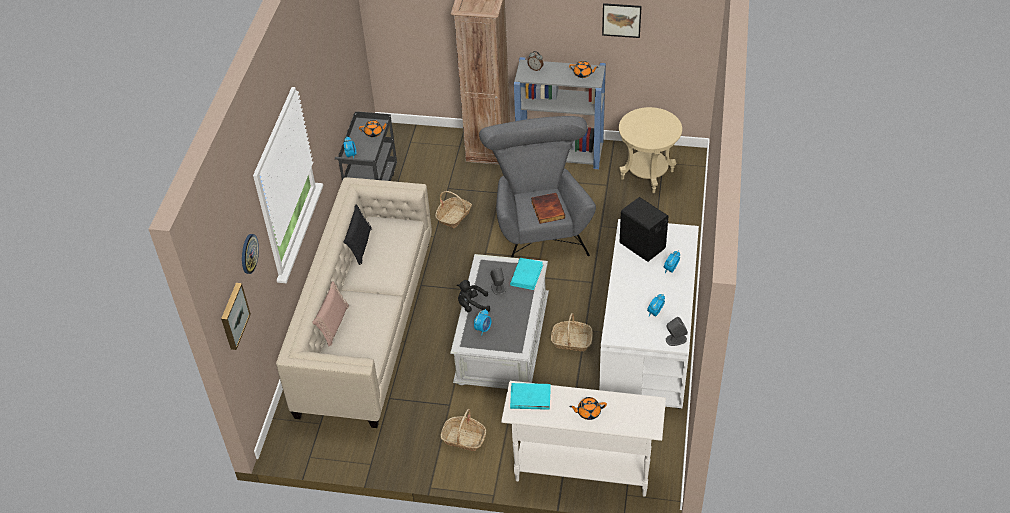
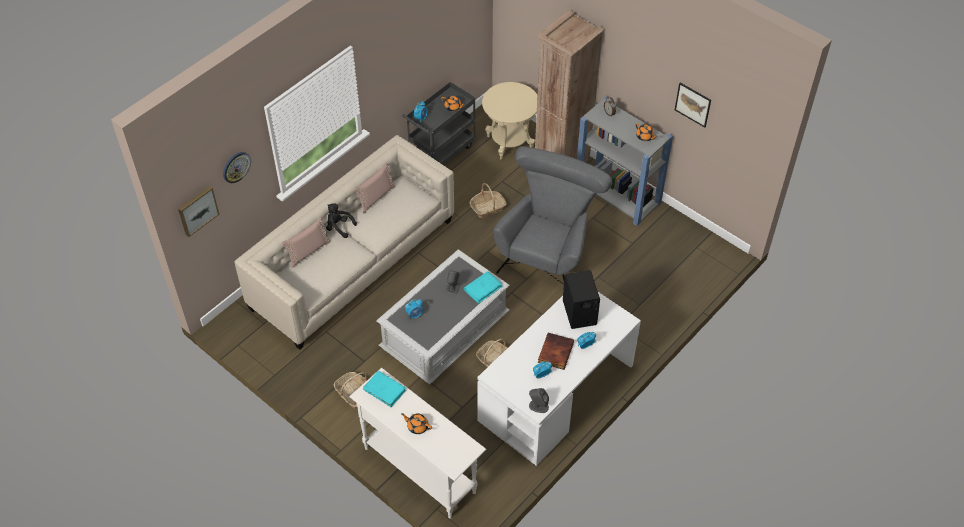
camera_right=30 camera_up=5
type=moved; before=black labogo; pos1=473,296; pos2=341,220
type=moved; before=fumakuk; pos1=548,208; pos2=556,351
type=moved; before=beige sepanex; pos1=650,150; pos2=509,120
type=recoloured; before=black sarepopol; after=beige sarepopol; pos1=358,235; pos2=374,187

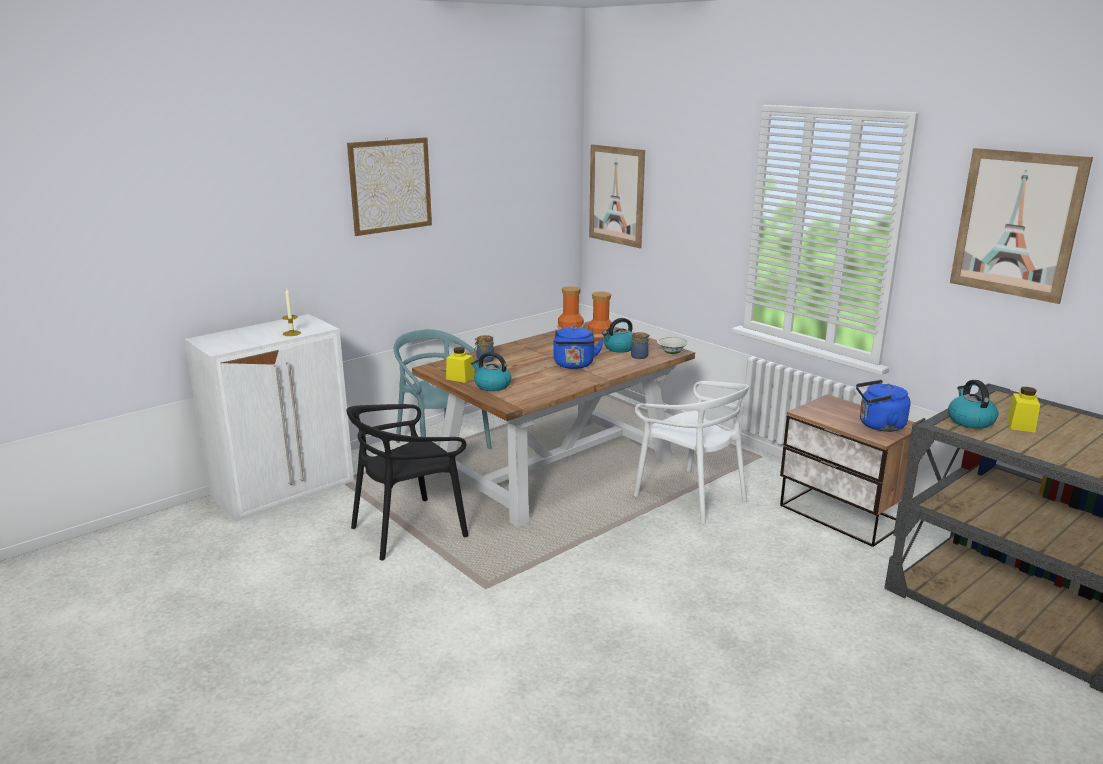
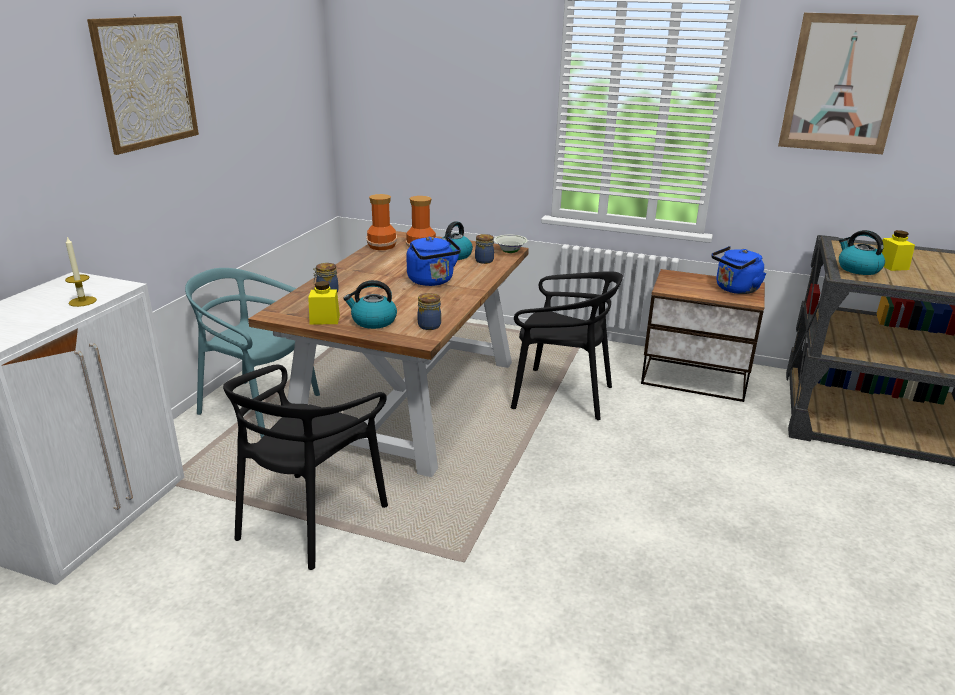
camera_right=-30 camera_up=5
type=removed; before=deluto; pos1=617,196
type=added; after=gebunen; pos2=429,311
type=recoloured; before=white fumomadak; after=black fumomadak; pos1=691,452; pos2=567,345

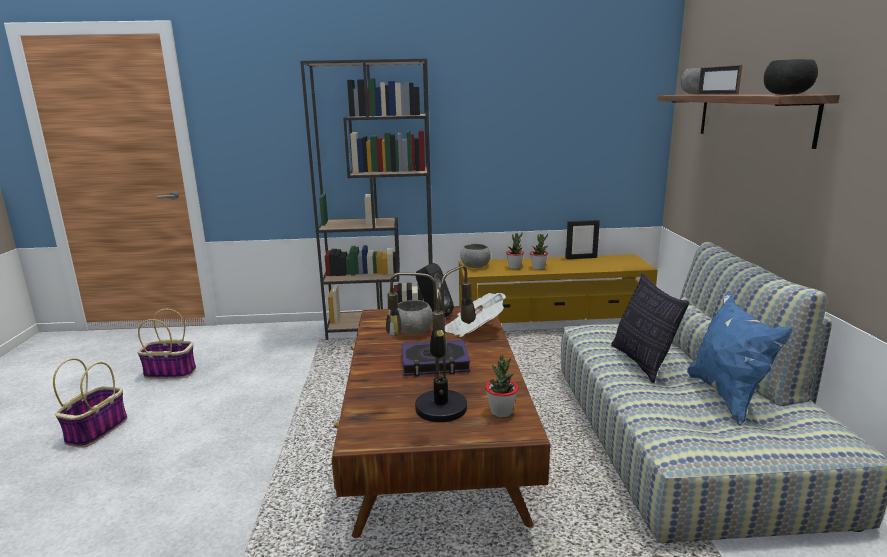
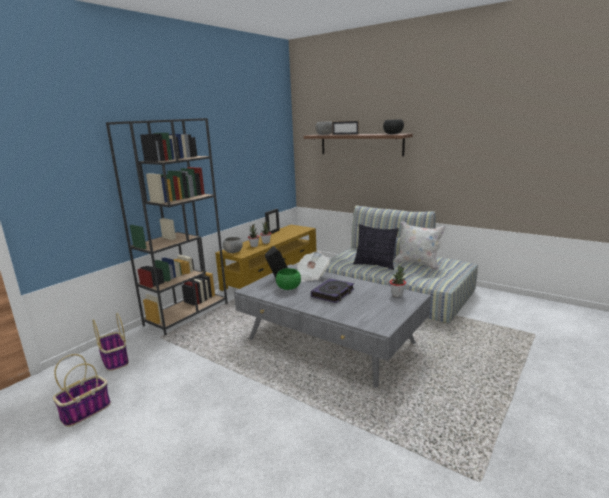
camera_right=-50 camera_up=0
type=removed; before=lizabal; pos1=431,343
type=moved; before=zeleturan; pos1=90,402; pos2=110,342
type=recoloured; before=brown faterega; after=grey faterega; pos1=441,422; pos2=332,326
type=recoloured; before=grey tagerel; after=green tagerel; pos1=415,317; pos2=288,279
type=recoloured; before=blue sarepopol; after=white sarepopol; pos1=740,358; pos2=420,246

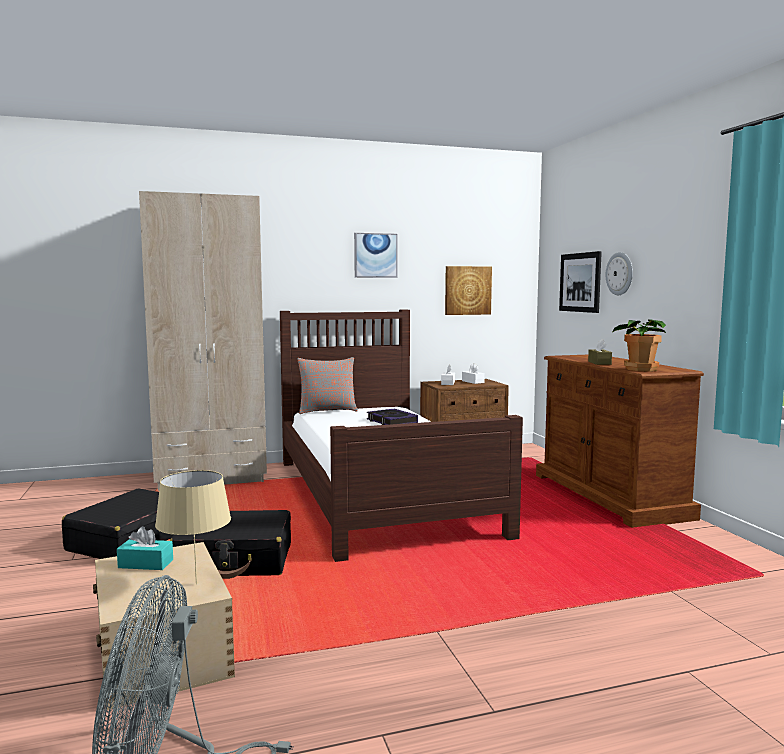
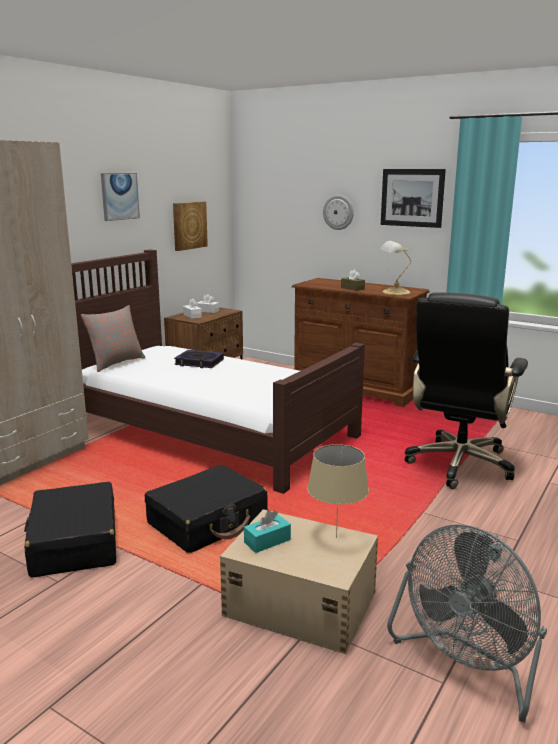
camera_right=-40 camera_up=10
type=added; after=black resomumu; pos2=466,391
type=moved; before=deluto; pos1=580,282; pos2=413,198
type=replaced; before=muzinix; after=lizabal; pos1=639,345; pos2=395,268

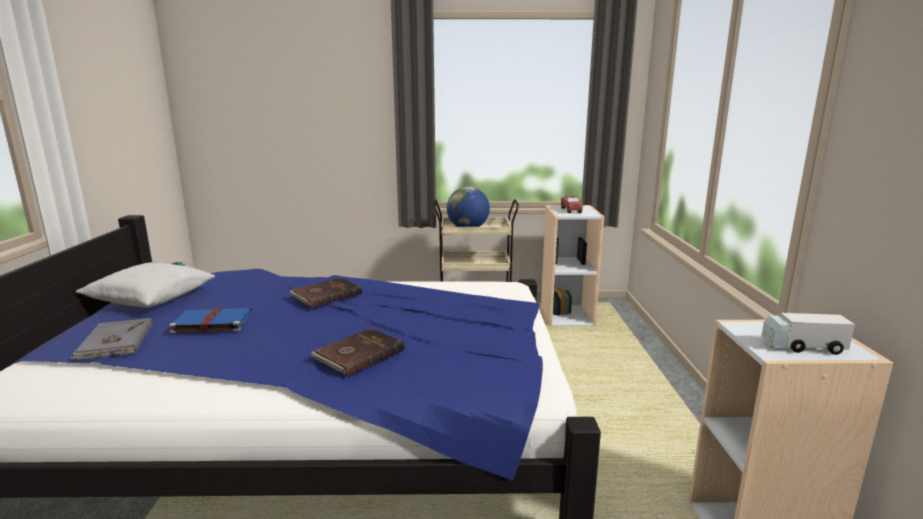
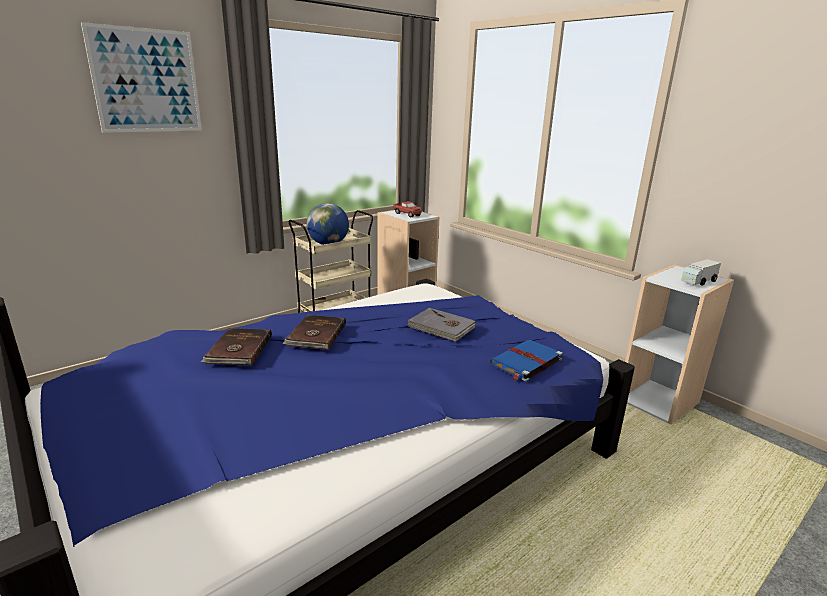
camera_right=-40 camera_up=5
type=removed; before=grey sarepopol; pos1=145,285
type=added; after=deluto; pos2=141,77
type=moved; before=grey fumakuk; pos1=111,339; pos2=441,325
type=moved; before=blue fumakuk; pos1=210,320; pos2=526,361
type=moved; before=brown fumakuk; pos1=357,352; pos2=236,347

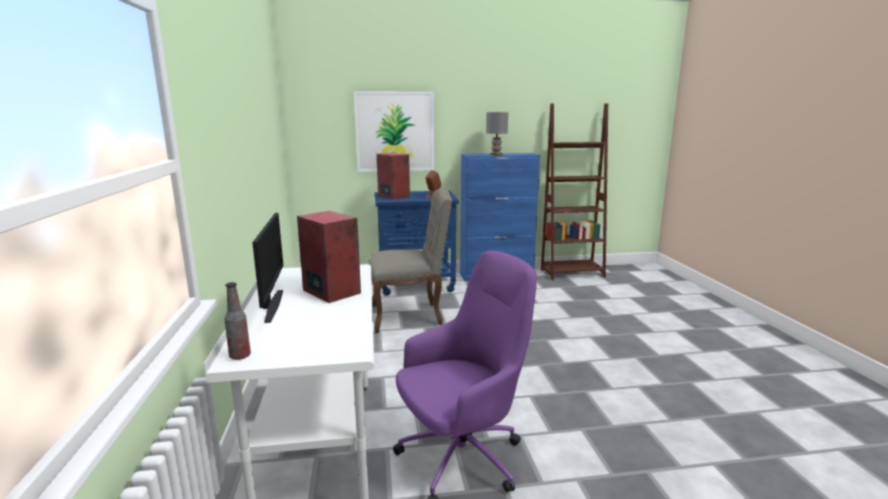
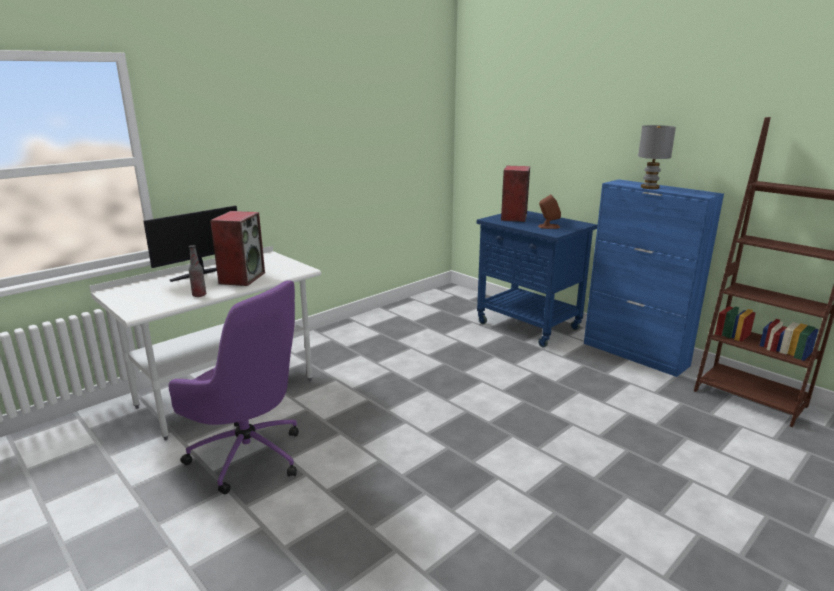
camera_right=55 camera_up=5
type=removed; before=deluto; pos1=394,131
type=removed; before=grey fumomadak; pos1=410,260
type=moved; before=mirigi; pos1=237,321; pos2=197,271

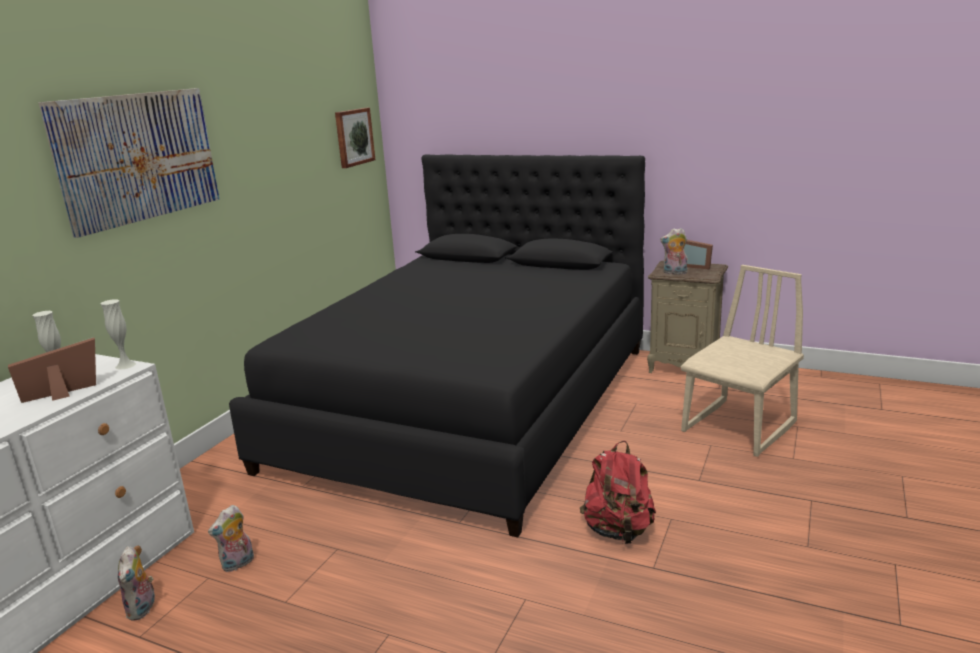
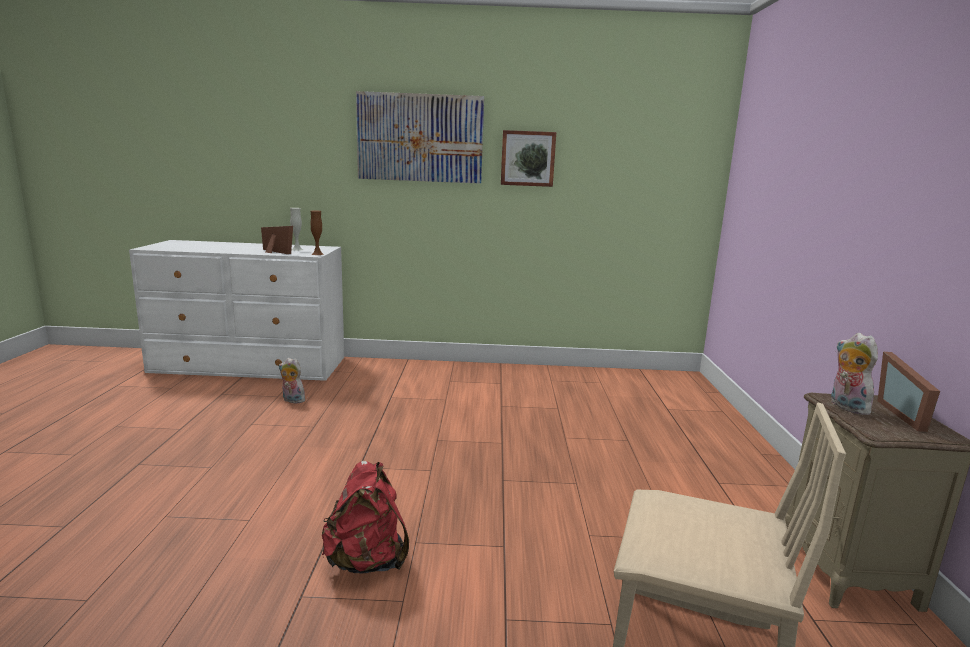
camera_right=65 camera_up=-5
type=removed; before=labogo; pos1=136,583
type=removed; before=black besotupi; pos1=437,345
type=moved; before=deluto; pos1=355,138; pos2=528,158
type=recoloured; before=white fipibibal; after=brown fipibibal; pos1=118,334; pos2=317,233

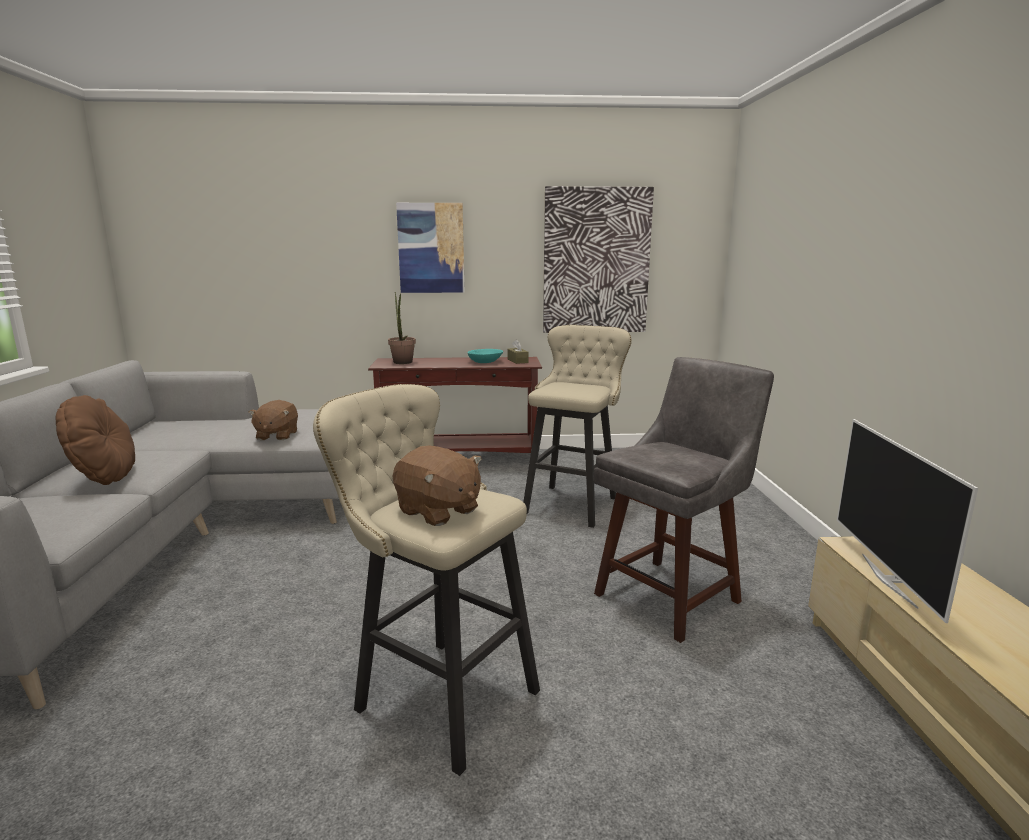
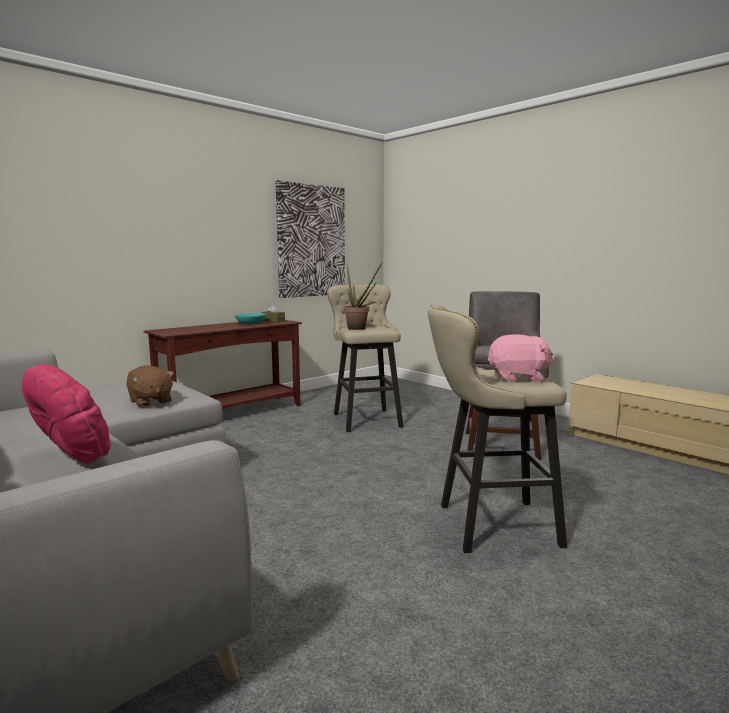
camera_right=-40 camera_up=-5
type=removed; before=deluto; pos1=430,248
type=removed; before=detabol; pos1=907,521
type=moved; before=muzinix; pos1=402,328; pos2=363,296
type=recoloured; before=brown sarepopol; after=pink sarepopol; pos1=95,440; pos2=66,413
type=recoloured; before=brown labogo; after=pink labogo; pos1=437,486; pos2=521,358

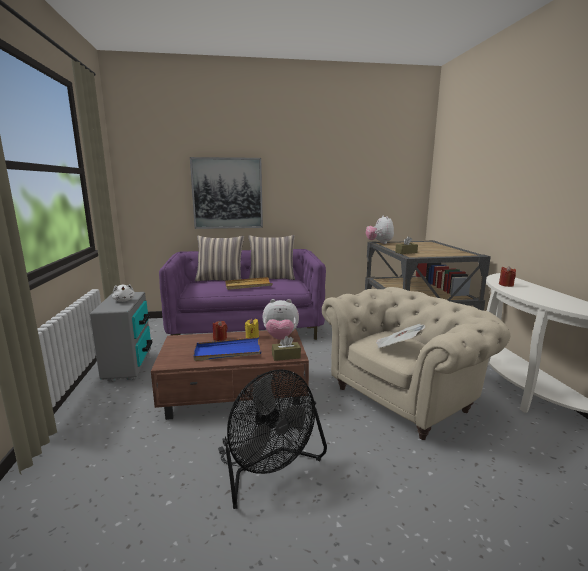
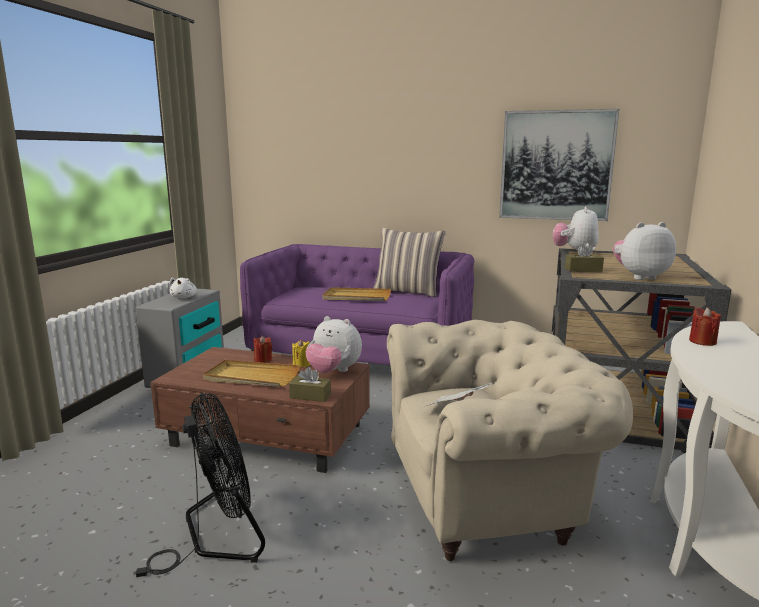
camera_right=25 camera_up=0
type=removed; before=sarepopol; pos1=219,258
type=added; after=labogo; pos2=644,251
type=moved; before=deluto; pos1=226,193; pos2=559,165
type=recoloured; before=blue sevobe; after=beige sevobe; pos1=227,349; pos2=251,373
type=turned; before=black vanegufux; pos1=272,439; pos2=199,485; turn=-105

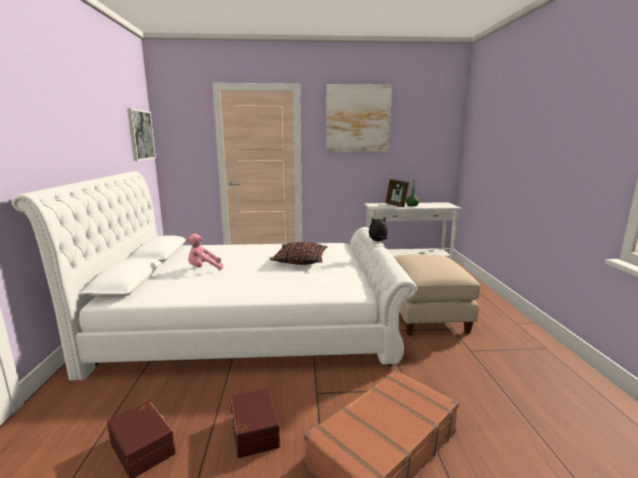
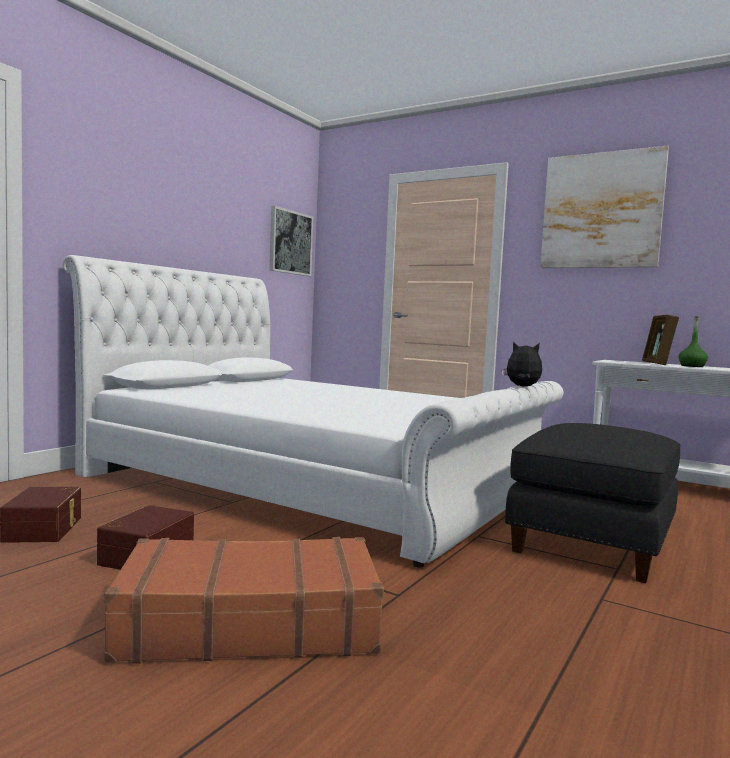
camera_right=35 camera_up=-10
type=removed; before=pink labogo; pos1=204,252
type=removed; before=black sarepopol; pos1=298,253
type=recoloured; before=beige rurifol; after=black rurifol; pos1=436,294; pos2=593,503

